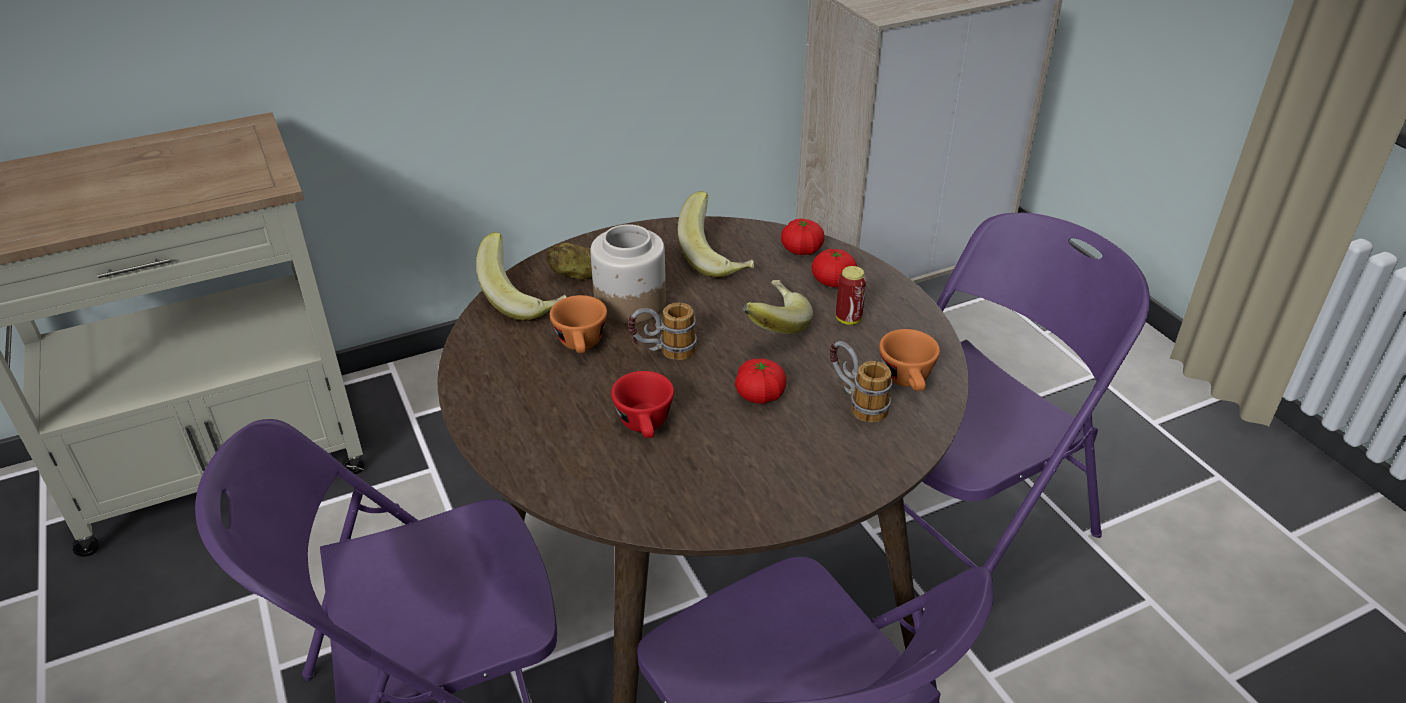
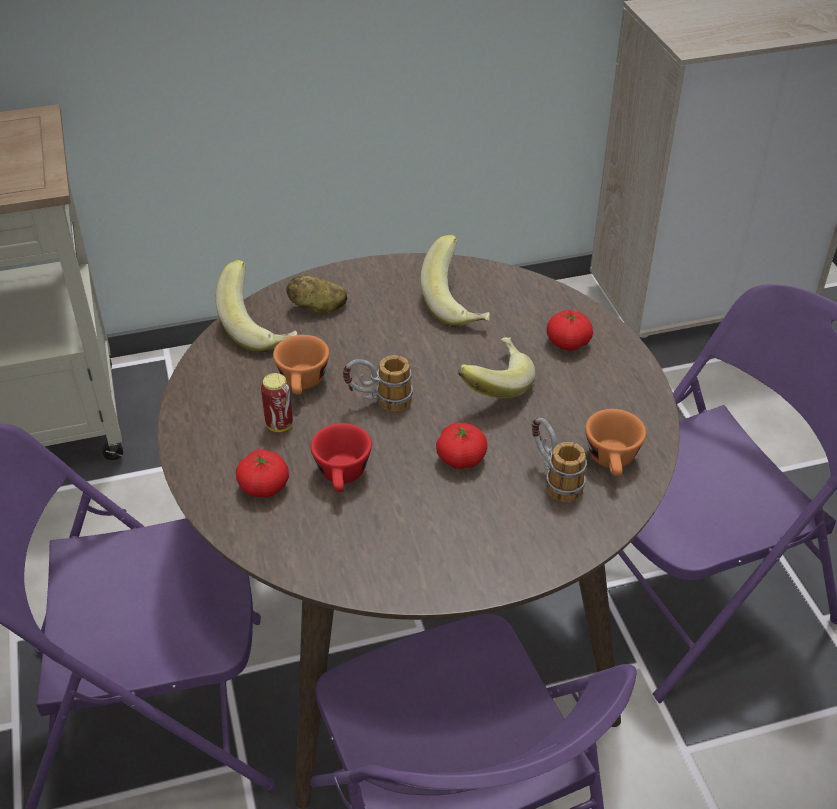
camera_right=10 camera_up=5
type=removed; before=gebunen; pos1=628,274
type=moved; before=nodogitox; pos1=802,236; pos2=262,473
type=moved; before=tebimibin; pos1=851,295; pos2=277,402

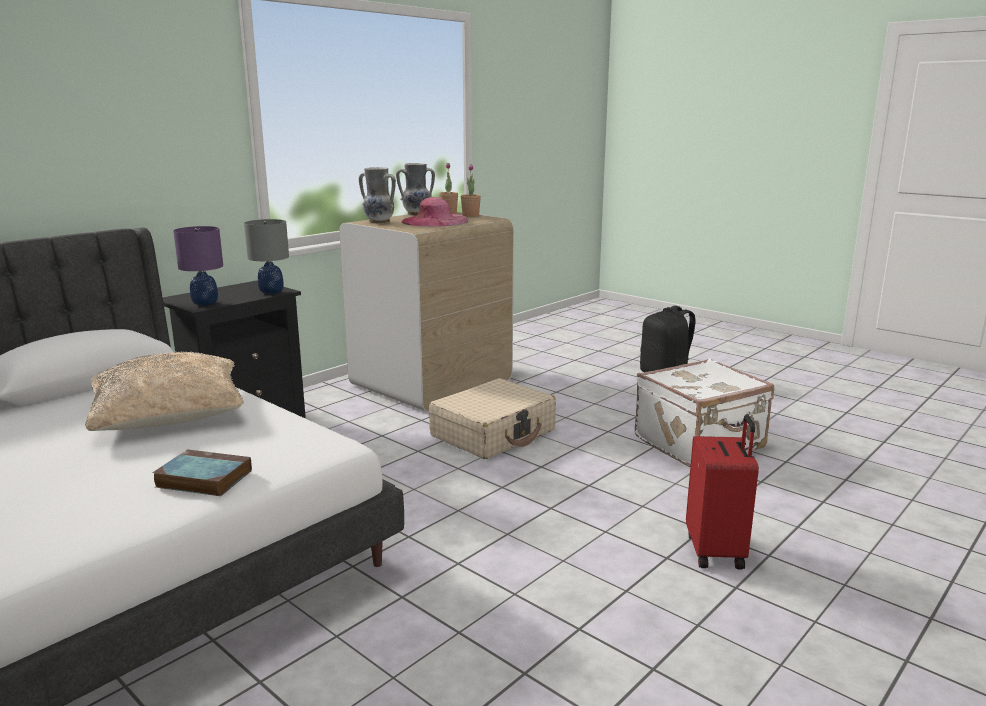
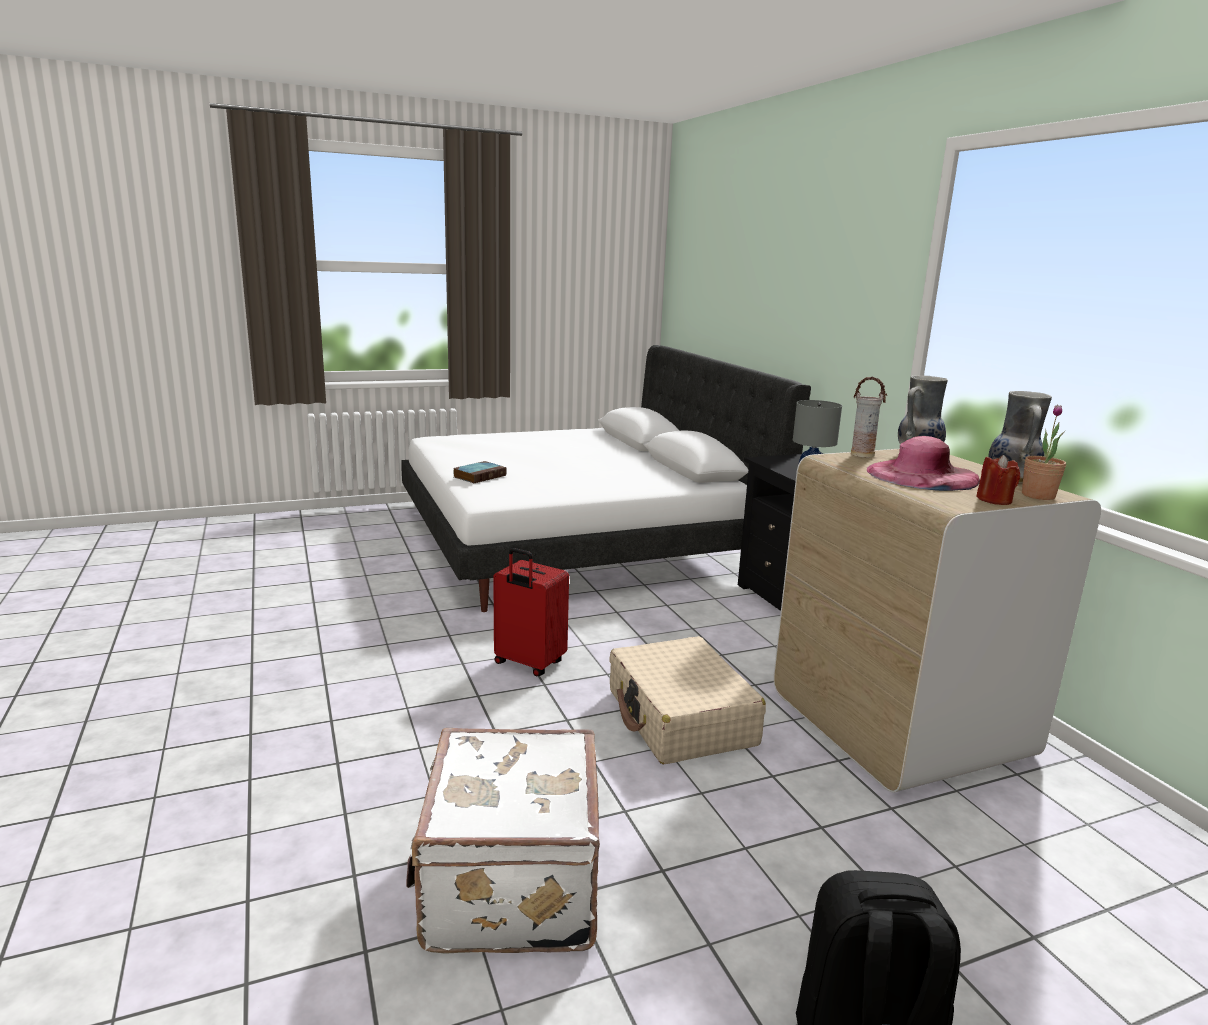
camera_right=115 camera_up=0
type=removed; before=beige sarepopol; pos1=164,391
type=removed; before=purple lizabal; pos1=198,266
type=added; after=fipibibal; pos2=869,417
type=moved; before=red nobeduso; pos1=722,492; pos2=531,612
type=replaced; before=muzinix; after=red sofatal; pos1=471,190; pos2=998,480

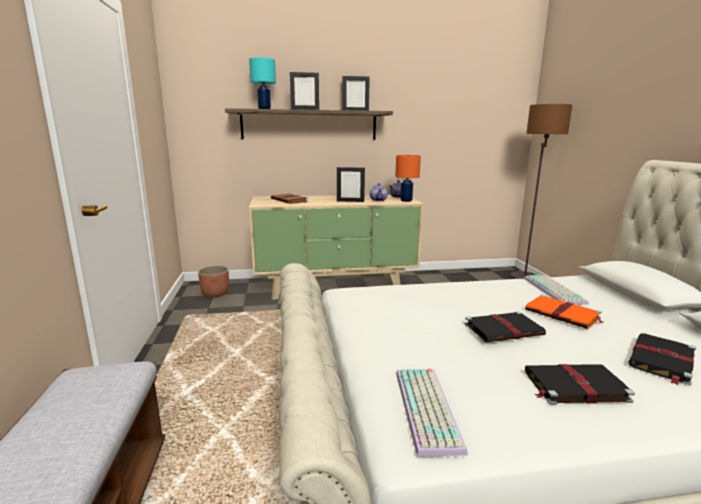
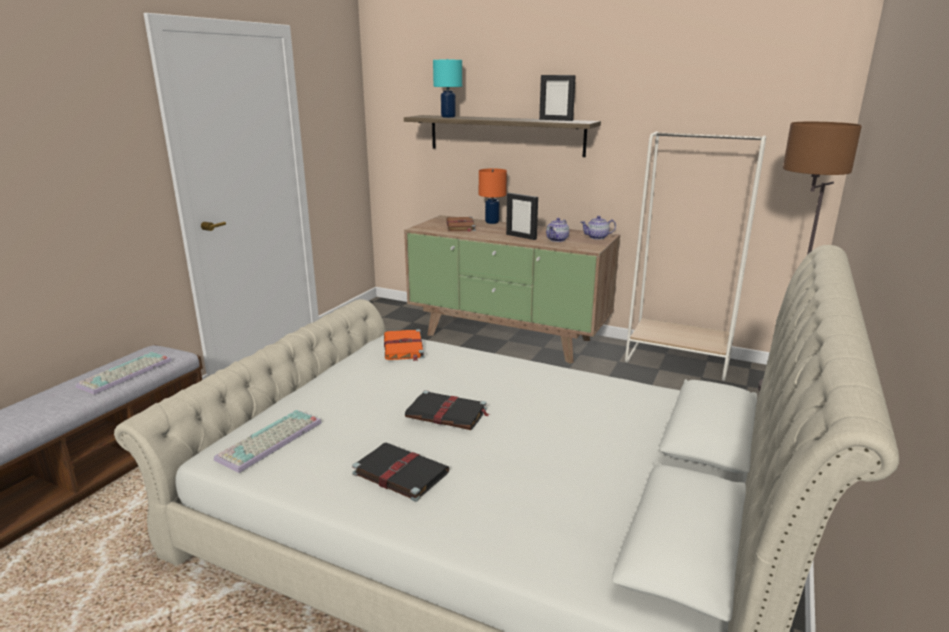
camera_right=35 camera_up=5
type=removed; before=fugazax; pos1=213,281
type=removed; before=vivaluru; pos1=304,91
type=removed; before=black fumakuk; pos1=662,360
type=added; after=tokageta; pos2=695,256
type=moved; before=orange lizabal; pos1=408,178; pos2=493,196
type=moved; before=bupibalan; pos1=556,290; pos2=124,373
type=moved; before=orange fumakuk; pos1=564,312; pos2=404,345
type=recoloured; before=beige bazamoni; after=green bazamoni; pos1=336,247; pos2=512,289

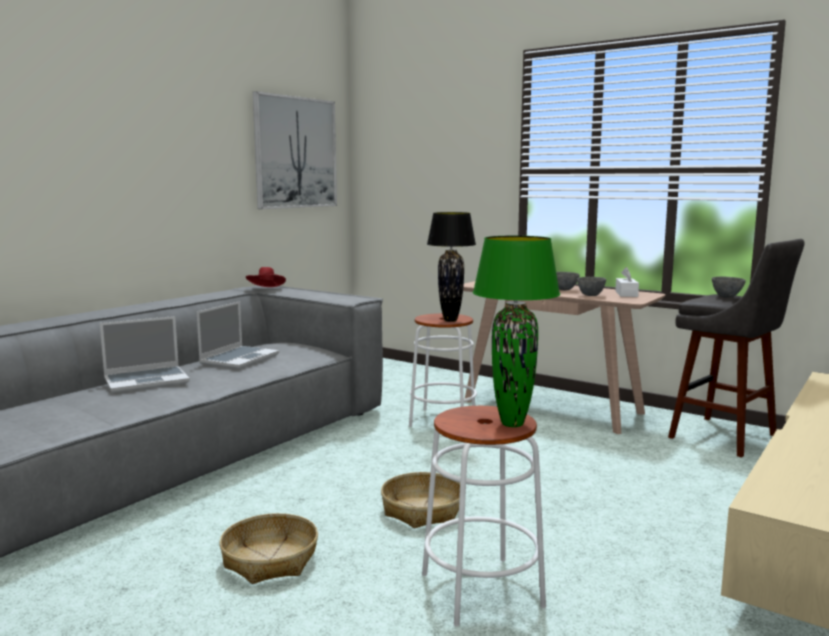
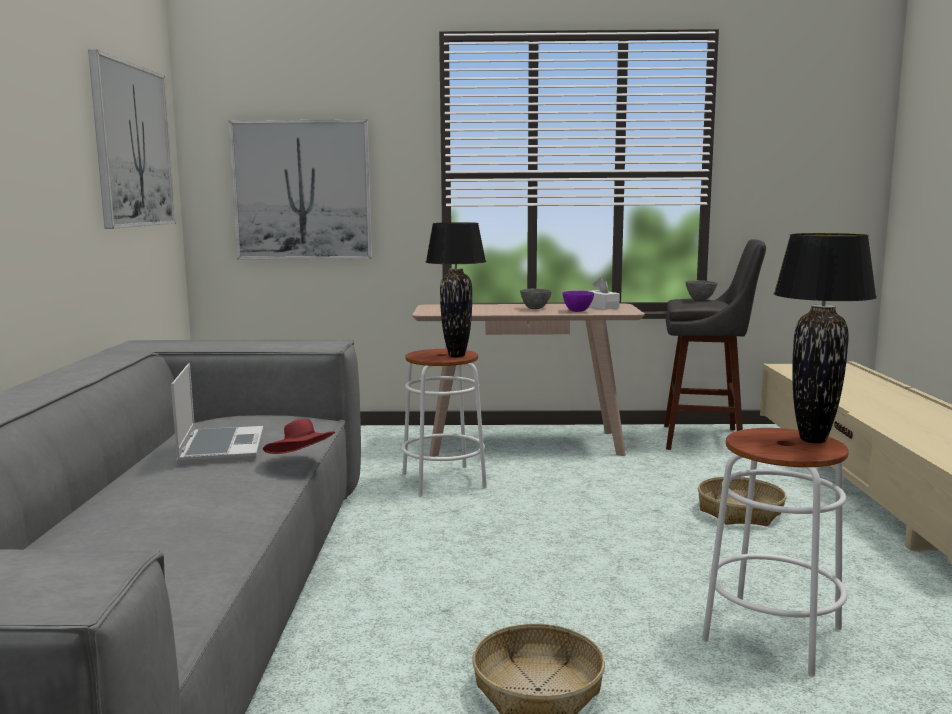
camera_right=-35 camera_up=0
type=removed; before=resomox; pos1=145,354
type=added; after=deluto; pos2=300,189
type=moved; before=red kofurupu; pos1=266,277; pos2=299,436
type=moved; before=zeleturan; pos1=420,500; pos2=742,501
type=recoloured; before=green lizabal; after=black lizabal; pos1=516,331; pos2=825,338
type=recoloured; before=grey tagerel; after=purple tagerel; pos1=591,286; pos2=578,301

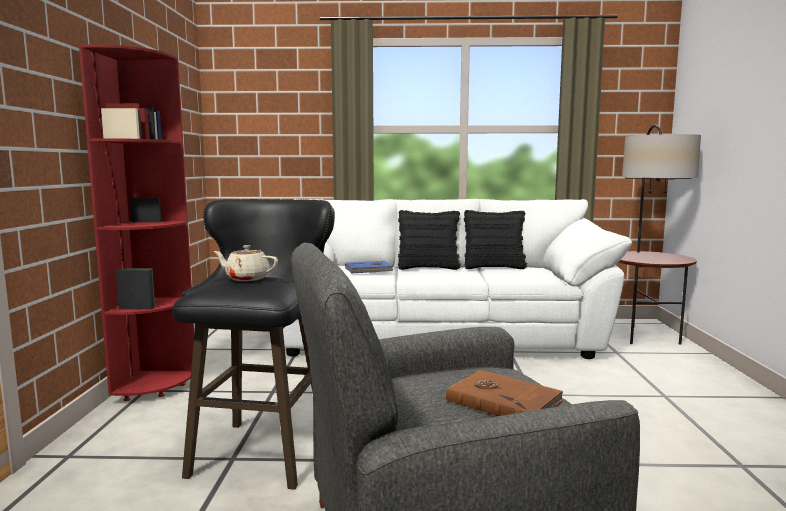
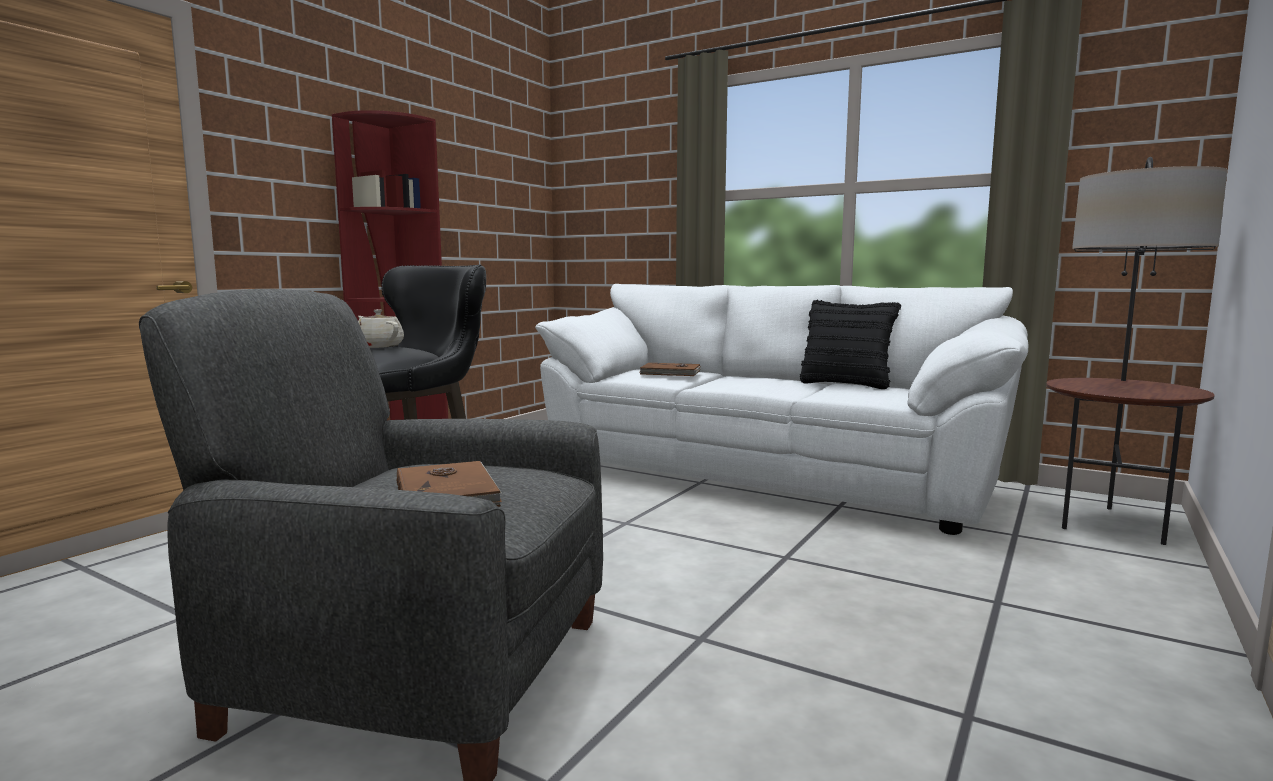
camera_right=30 camera_up=0
type=removed; before=black sarepopol; pos1=429,240
type=recoloured; before=blue fumakuk; after=brown fumakuk; pos1=369,267; pos2=670,369

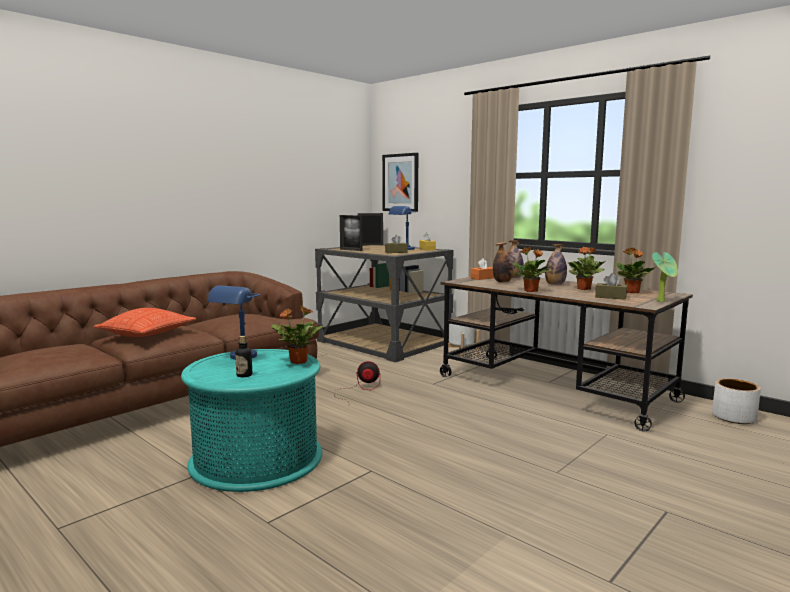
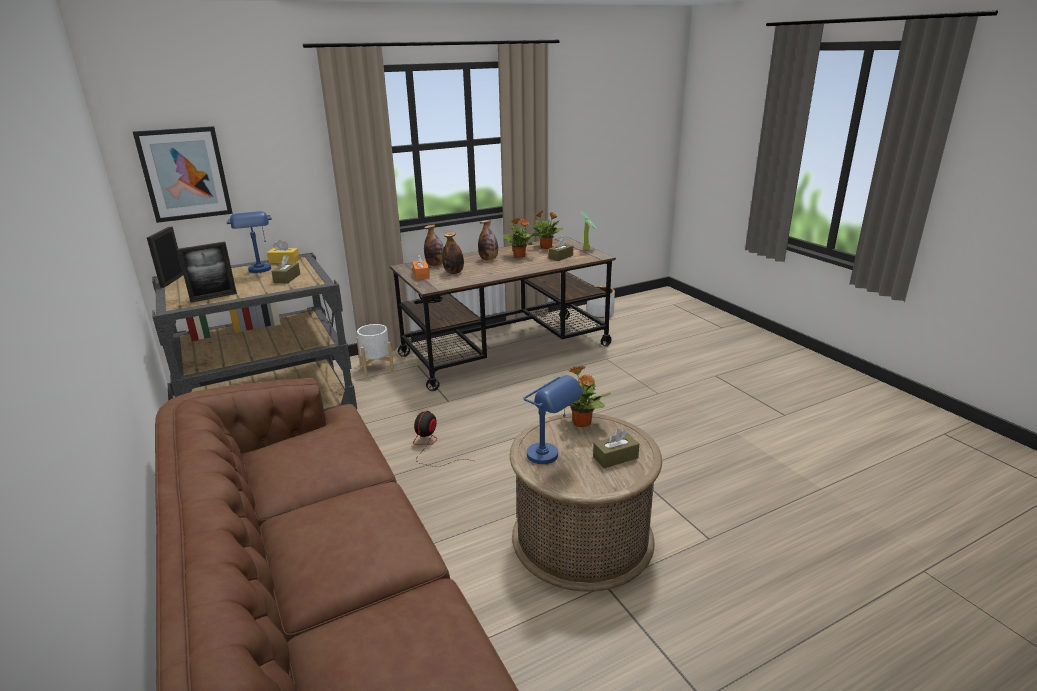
camera_right=-70 camera_up=15
type=removed; before=orange sarepopol; pos1=145,322
type=removed; before=muzinix; pos1=532,269
type=replaced; before=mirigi; after=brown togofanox; pos1=243,356; pos2=616,448
type=recoloured; before=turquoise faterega; after=brown faterega; pos1=251,420; pos2=586,502

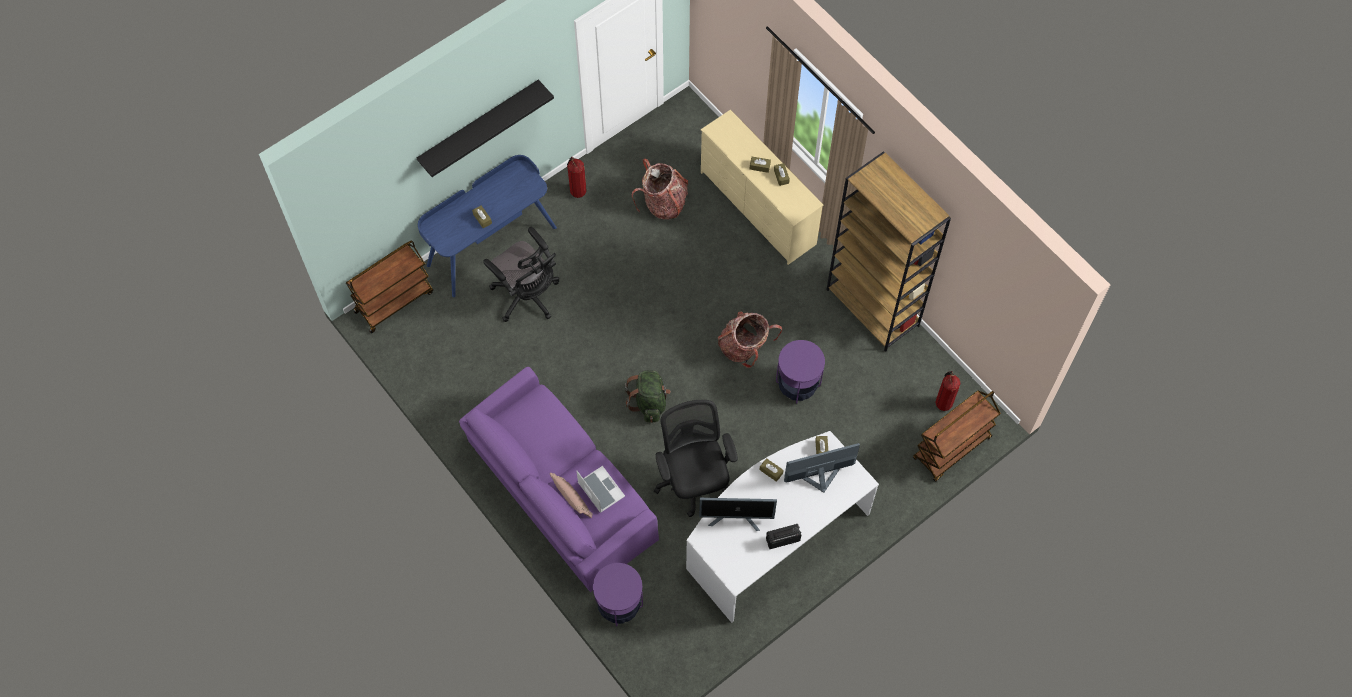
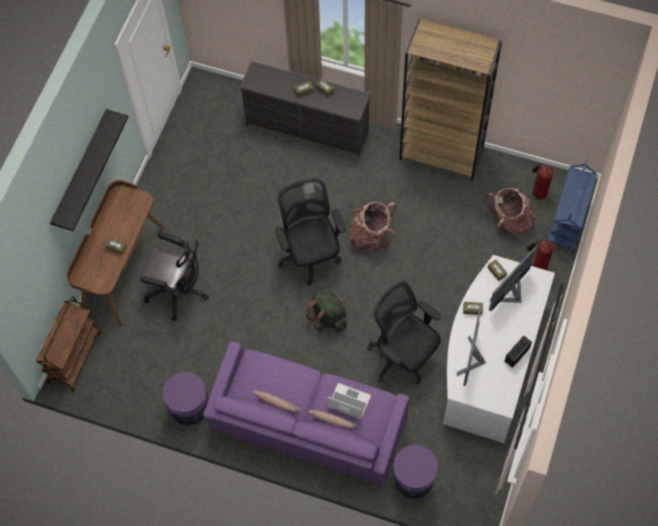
camera_right=-30 camera_up=0
type=added; after=beige sarepopol; pos2=276,401
type=added; after=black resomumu; pos2=311,232
type=moved; before=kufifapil; pos1=577,177; pos2=542,255
type=moved; before=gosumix; pos1=660,189; pos2=511,213
type=moved; before=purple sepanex; pos1=800,372; pos2=186,399
type=recoloured; before=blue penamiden; after=brown penamiden; pos1=487,226; pos2=116,253
type=recoloured; before=beige bazamoni; after=black bazamoni; pos1=762,187; pos2=305,109
type=recoloured; before=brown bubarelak; after=blue bubarelak; pos1=957,436; pos2=572,206
type=turned; before=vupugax; pos1=738,514; pos2=471,347; turn=135

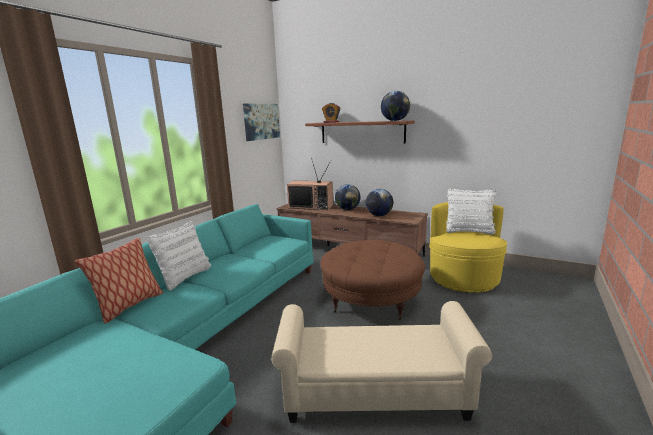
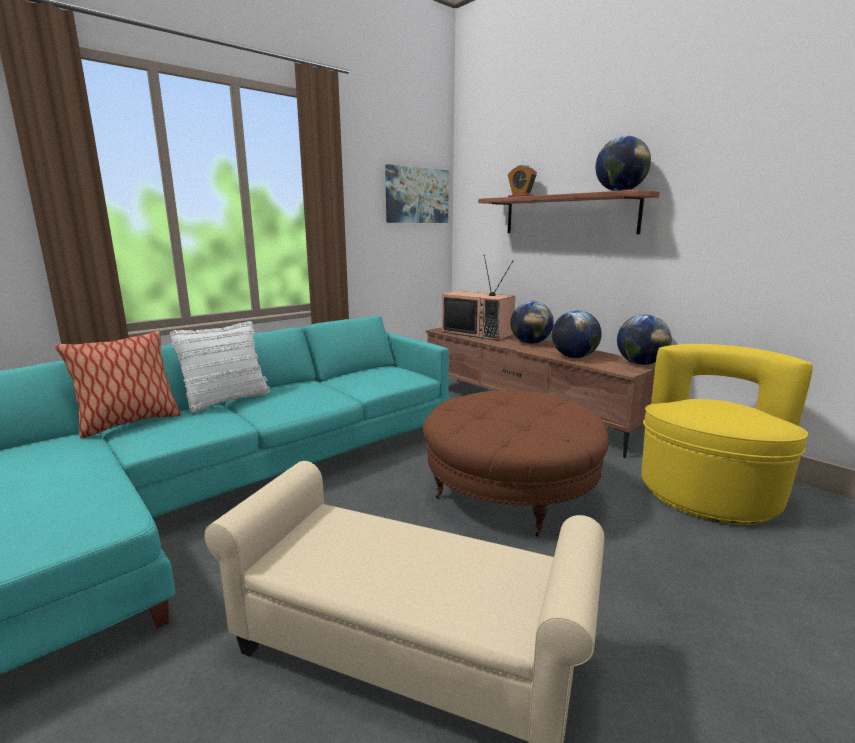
camera_right=20 camera_up=0
type=removed; before=white sarepopol; pos1=471,211
type=added; after=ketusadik; pos2=644,340

